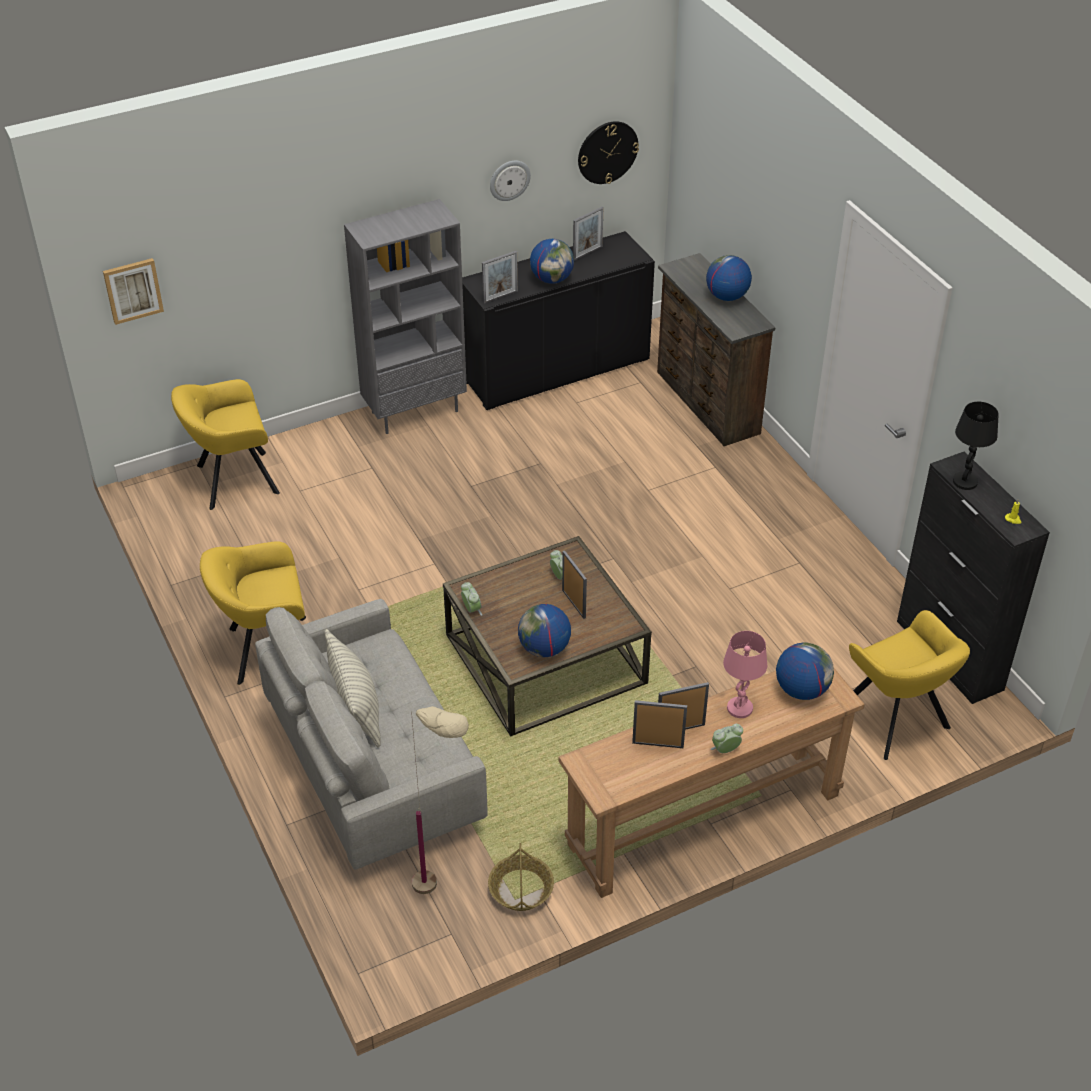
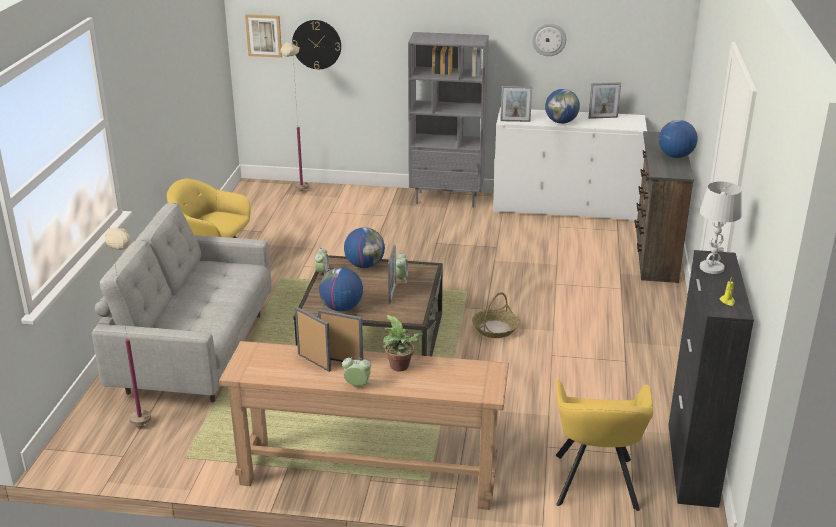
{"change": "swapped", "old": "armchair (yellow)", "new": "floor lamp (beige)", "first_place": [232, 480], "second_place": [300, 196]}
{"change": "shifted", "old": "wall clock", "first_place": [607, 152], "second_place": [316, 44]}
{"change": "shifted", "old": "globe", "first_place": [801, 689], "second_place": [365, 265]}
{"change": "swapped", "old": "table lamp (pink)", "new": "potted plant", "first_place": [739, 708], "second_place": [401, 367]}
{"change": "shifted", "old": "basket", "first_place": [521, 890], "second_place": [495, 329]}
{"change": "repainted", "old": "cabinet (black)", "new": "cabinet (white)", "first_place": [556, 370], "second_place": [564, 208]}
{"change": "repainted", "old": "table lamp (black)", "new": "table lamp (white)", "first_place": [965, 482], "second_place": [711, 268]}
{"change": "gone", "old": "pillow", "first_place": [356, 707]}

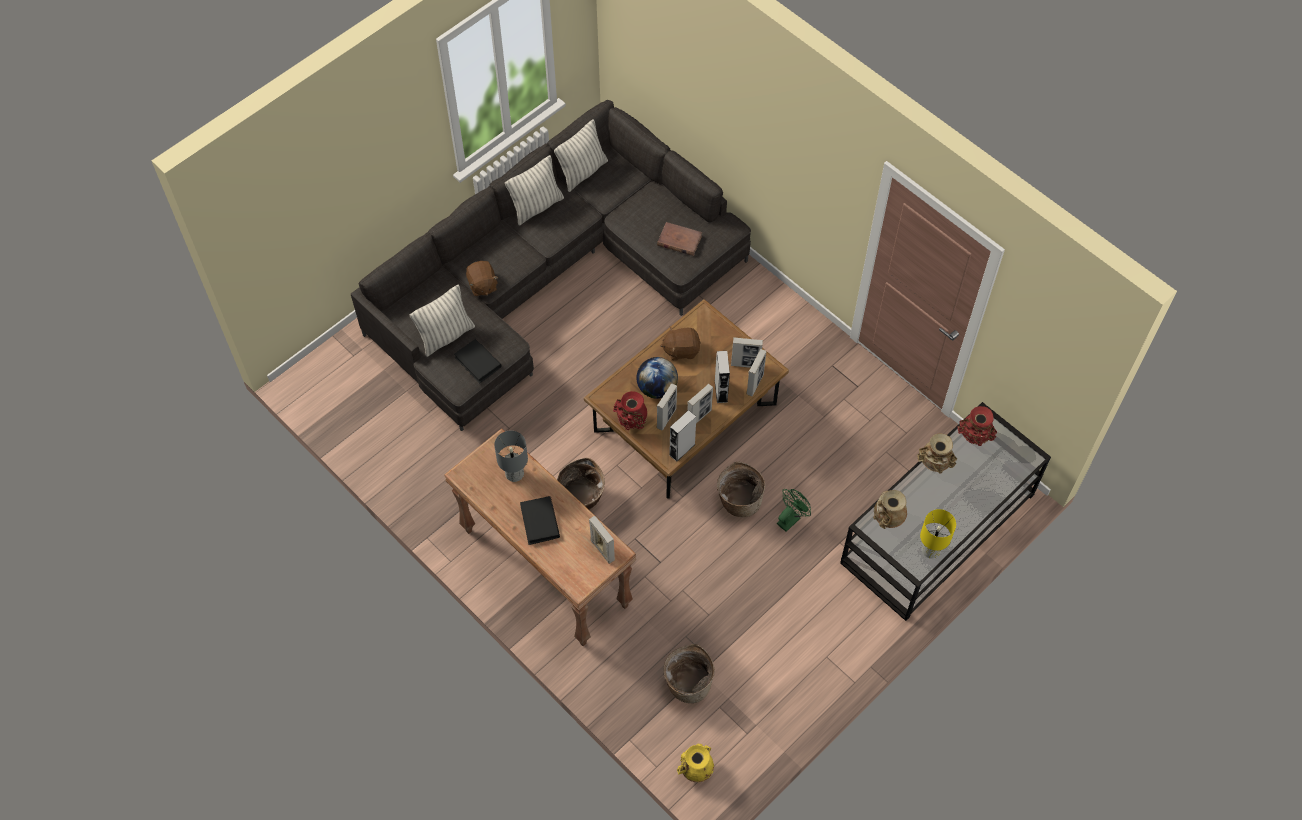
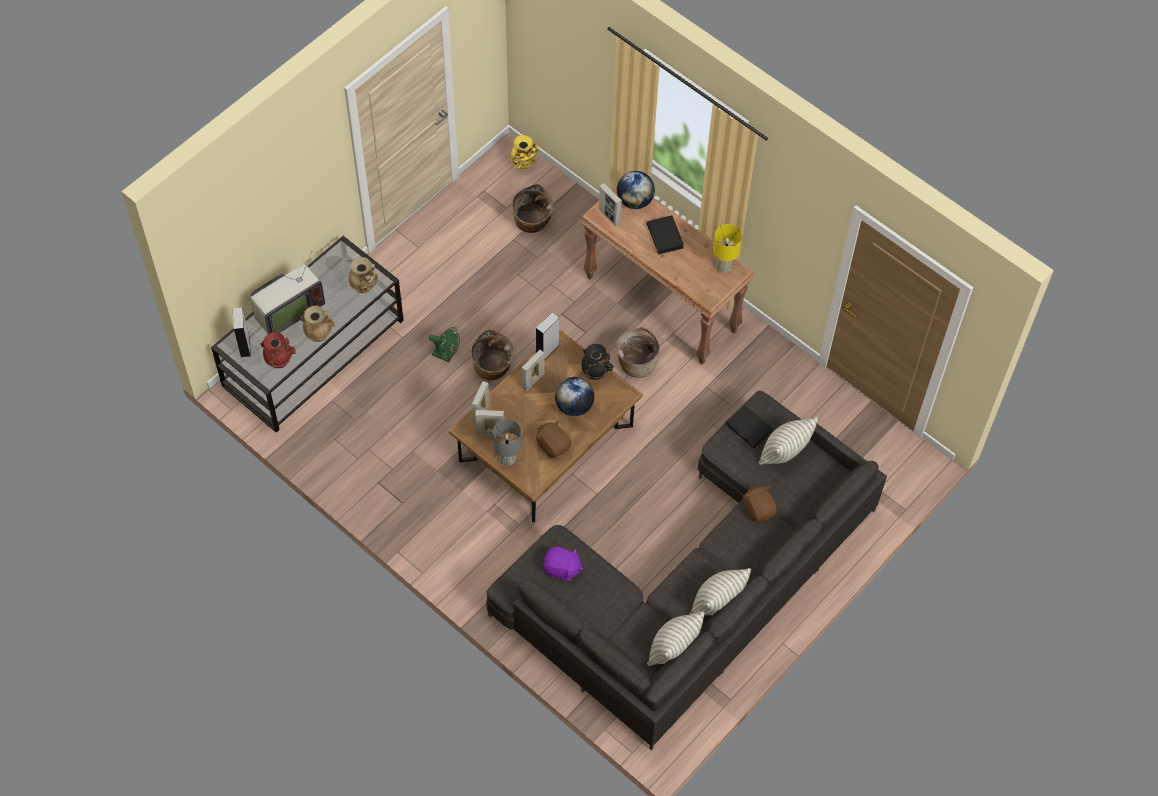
{"change": "shifted", "old": "speaker (grey)", "first_place": [721, 391], "second_place": [245, 346]}
{"change": "new", "new": "television", "second_place": [287, 312]}
{"change": "rotated", "old": "fan (green)", "first_place": [790, 518], "second_place": [446, 355], "degrees": -105}
{"change": "shifted", "old": "table lamp (grey)", "first_place": [514, 473], "second_place": [507, 459]}
{"change": "rotated", "old": "plush toy (brown)", "first_place": [681, 350], "second_place": [553, 445], "degrees": -120}
{"change": "swapped", "old": "book (brown)", "new": "plush toy (purple)", "first_place": [679, 240], "second_place": [562, 569]}
{"change": "repainted", "old": "vase (red)", "new": "vase (black)", "first_place": [631, 423], "second_place": [595, 372]}
{"change": "new", "new": "globe", "second_place": [634, 201]}
{"change": "shifted", "old": "table lamp (yellow)", "first_place": [931, 550], "second_place": [723, 266]}
{"change": "gone", "old": "picture frame", "first_place": [666, 418]}

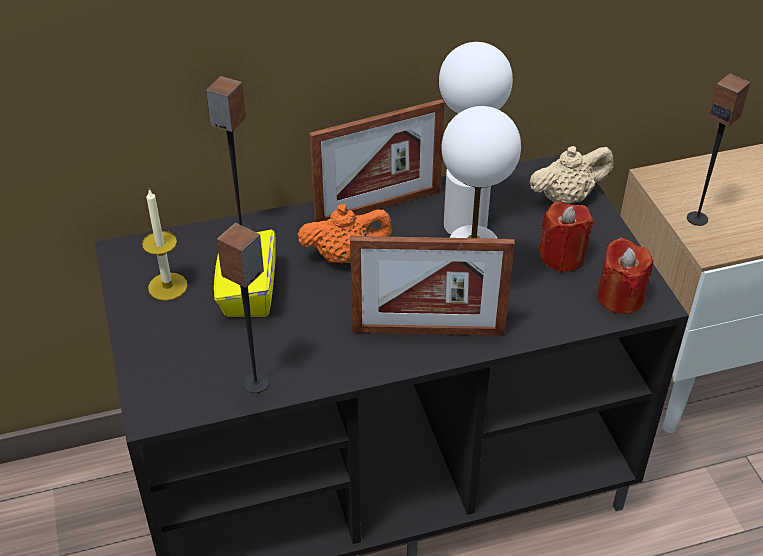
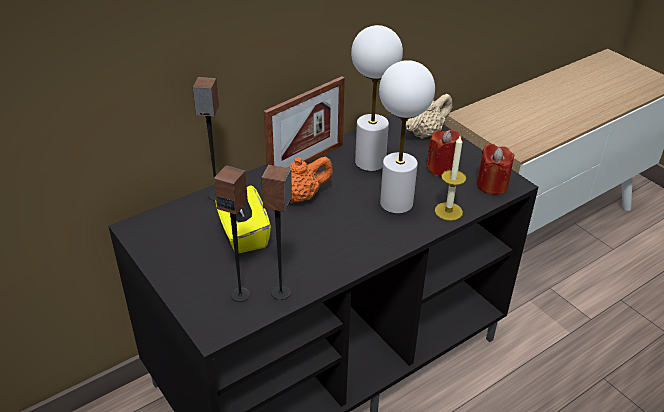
{"change": "shifted", "old": "speaker", "first_place": [697, 218], "second_place": [240, 294]}
{"change": "shifted", "old": "candle", "first_place": [167, 286], "second_place": [448, 211]}
{"change": "gone", "old": "picture frame", "first_place": [428, 331]}

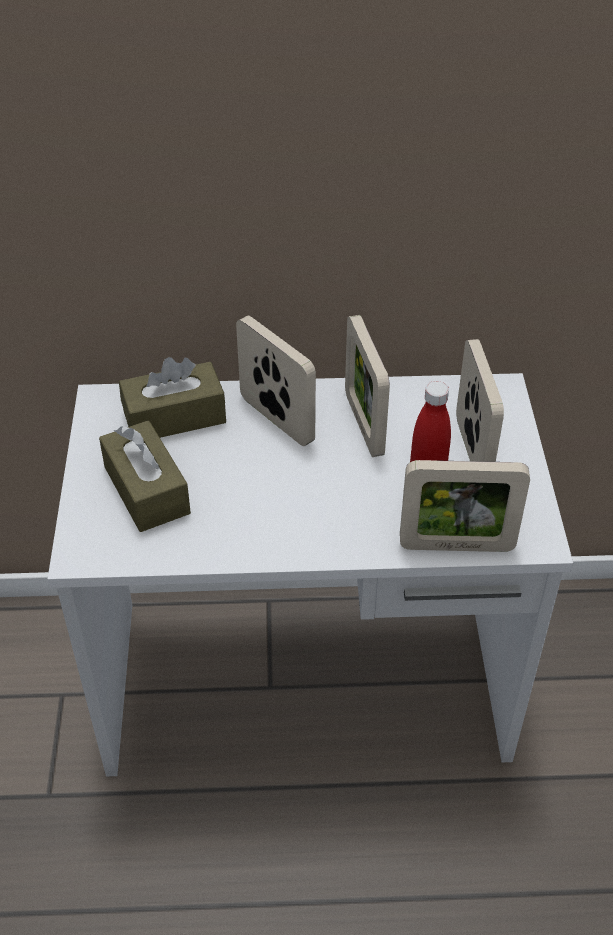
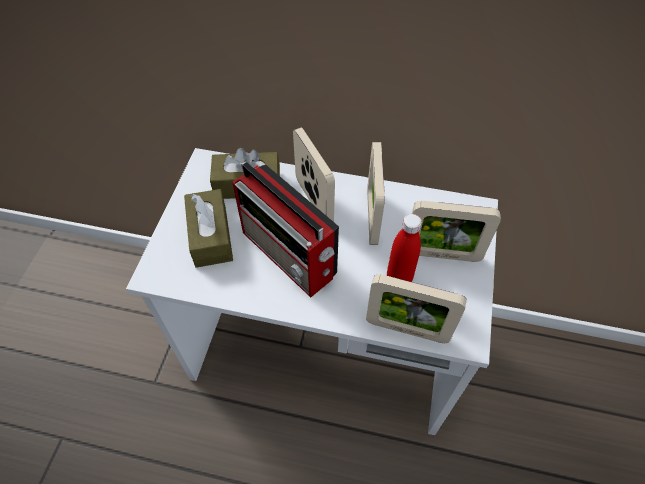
{"change": "new", "new": "radio", "second_place": [290, 256]}
{"change": "rotated", "old": "picture frame", "first_place": [472, 451], "second_place": [442, 255], "degrees": 90}

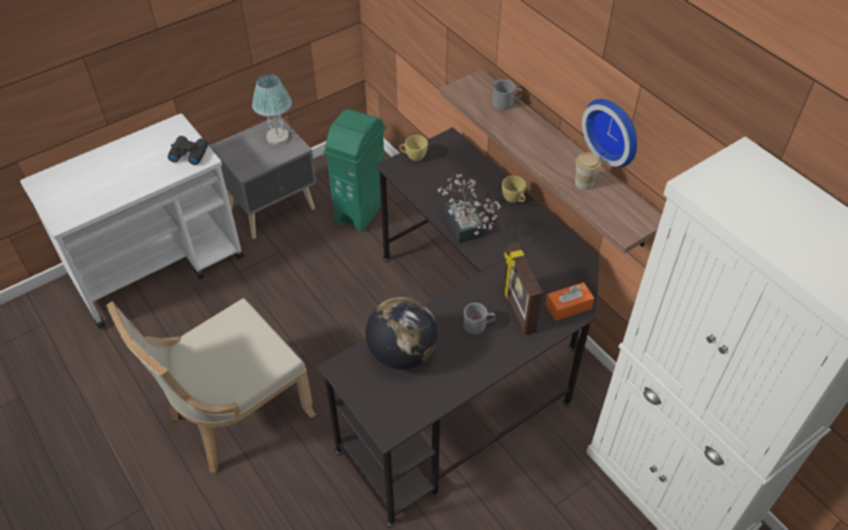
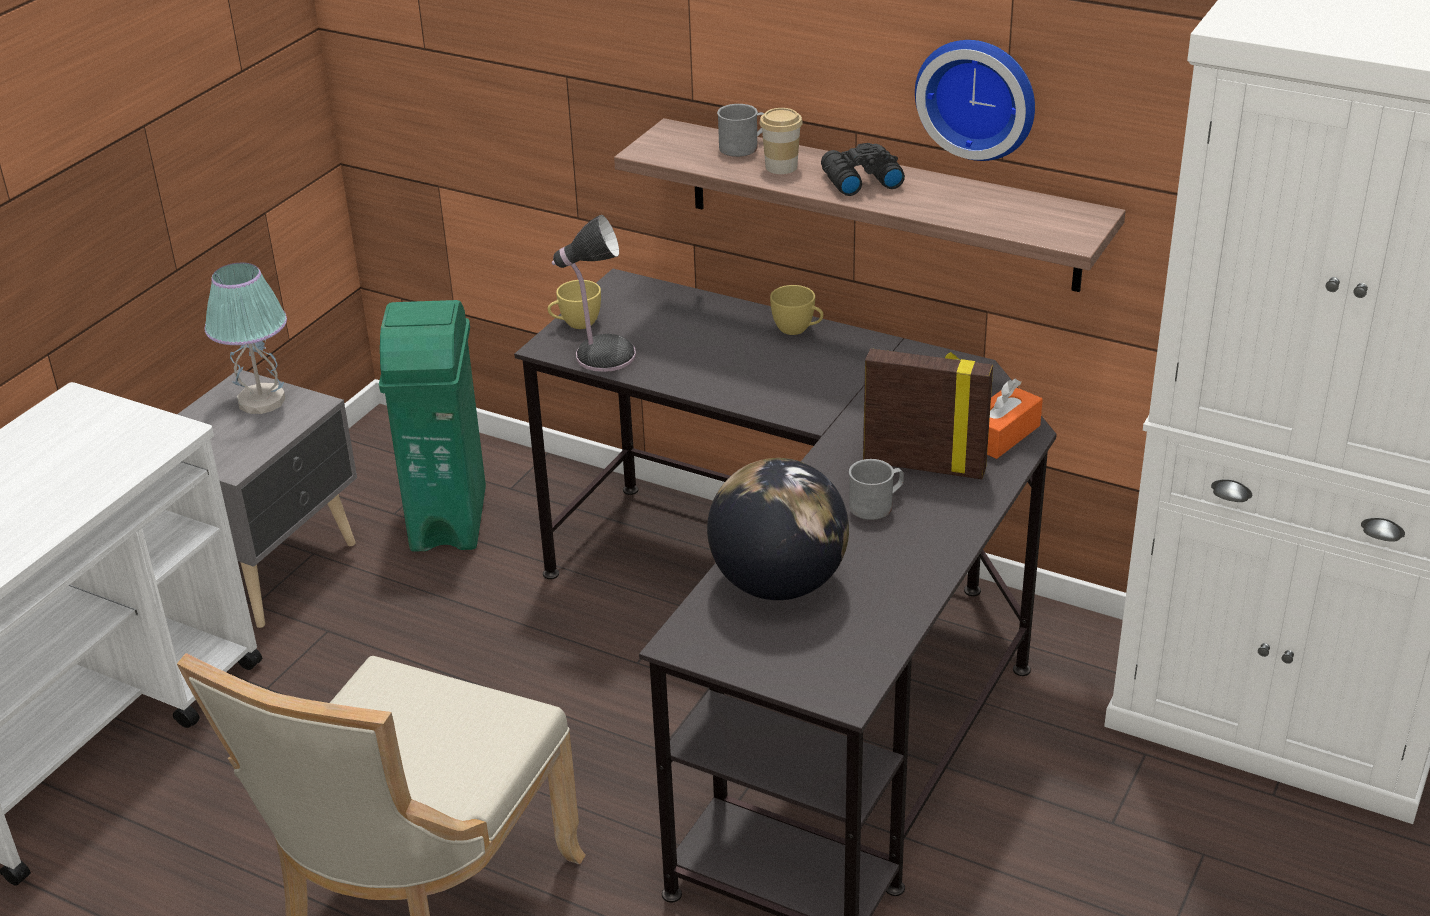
{"change": "new", "new": "table lamp", "second_place": [601, 355]}
{"change": "shifted", "old": "cup", "first_place": [584, 183], "second_place": [781, 167]}
{"change": "shifted", "old": "binoculars (black)", "first_place": [189, 154], "second_place": [859, 180]}
{"change": "rotated", "old": "picture frame", "first_place": [517, 310], "second_place": [924, 465], "degrees": 150}
{"change": "gone", "old": "potted plant", "first_place": [466, 229]}

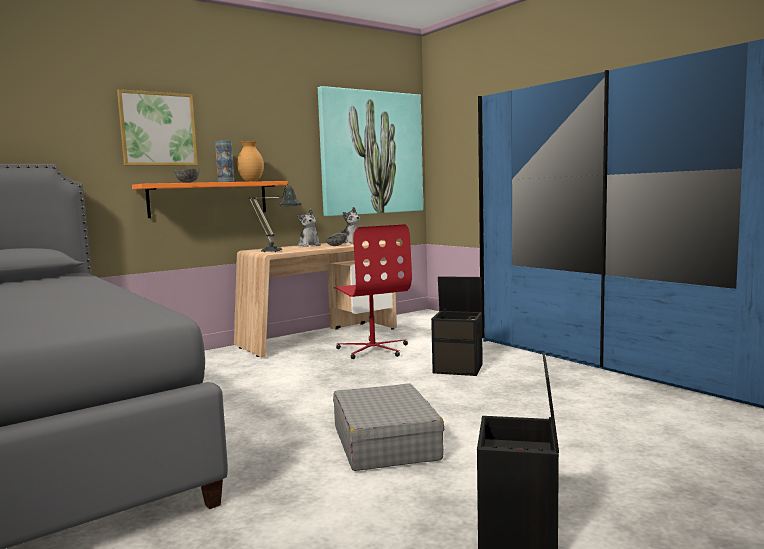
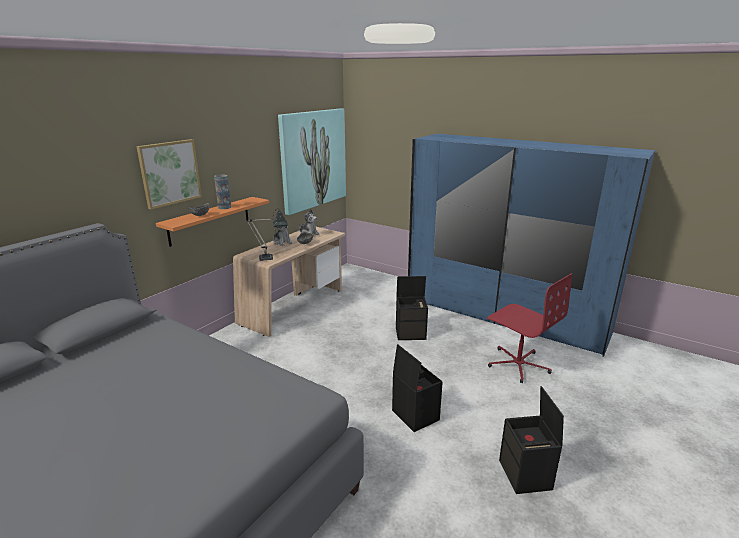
{"change": "swapped", "old": "suitcase (grey)", "new": "storage box (black)", "first_place": [385, 443], "second_place": [414, 415]}
{"change": "shifted", "old": "office chair (red)", "first_place": [373, 349], "second_place": [518, 364]}
{"change": "gone", "old": "vase (brown)", "first_place": [251, 181]}

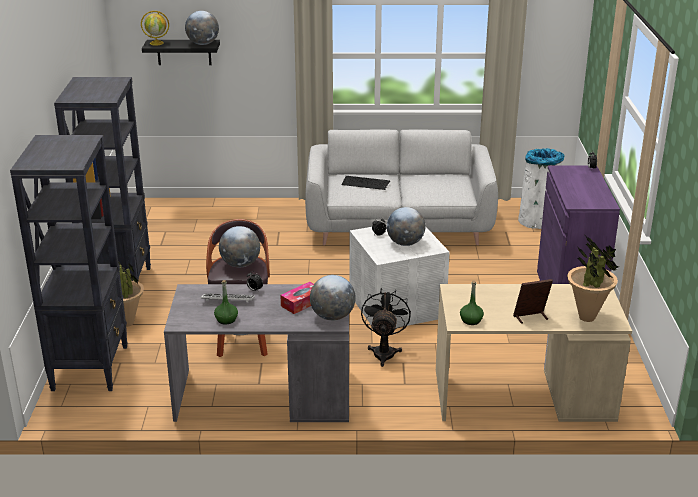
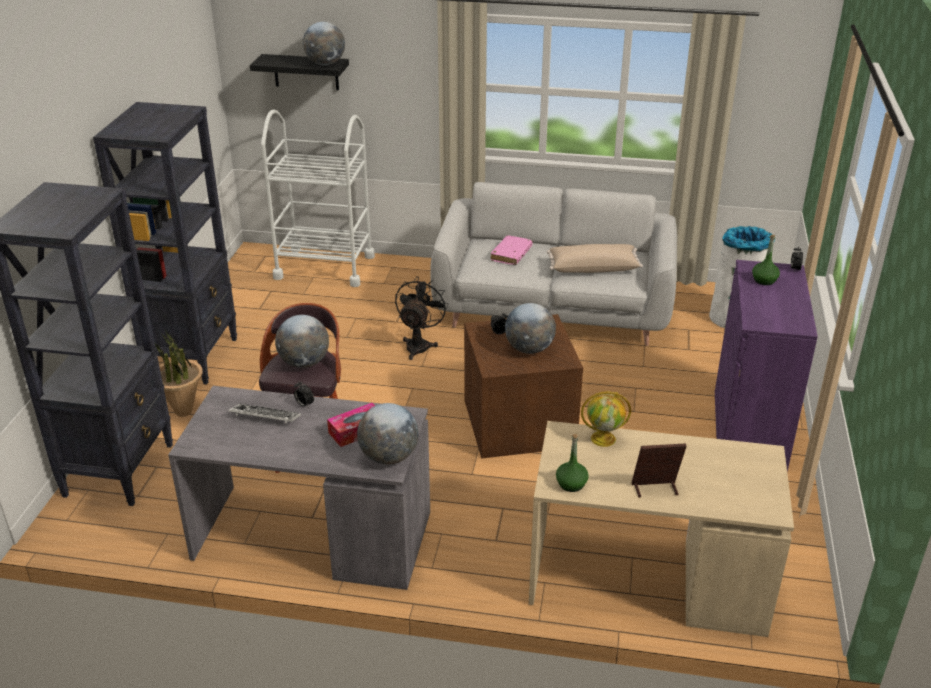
{"change": "new", "new": "cart (white)", "second_place": [324, 267]}
{"change": "shifted", "old": "fan (black)", "first_place": [384, 351], "second_place": [419, 345]}
{"change": "repainted", "old": "storage box (white)", "new": "storage box (brown)", "first_place": [396, 306], "second_place": [517, 424]}
{"change": "swapped", "old": "keyboard", "new": "book (pink)", "first_place": [365, 183], "second_place": [511, 255]}
{"change": "new", "new": "pillow (beige)", "second_place": [593, 268]}
{"change": "shifted", "old": "globe", "first_place": [157, 43], "second_place": [604, 438]}
{"change": "shifted", "old": "bottle (green)", "first_place": [226, 320], "second_place": [764, 280]}
{"change": "gone", "old": "potted plant", "first_place": [587, 317]}

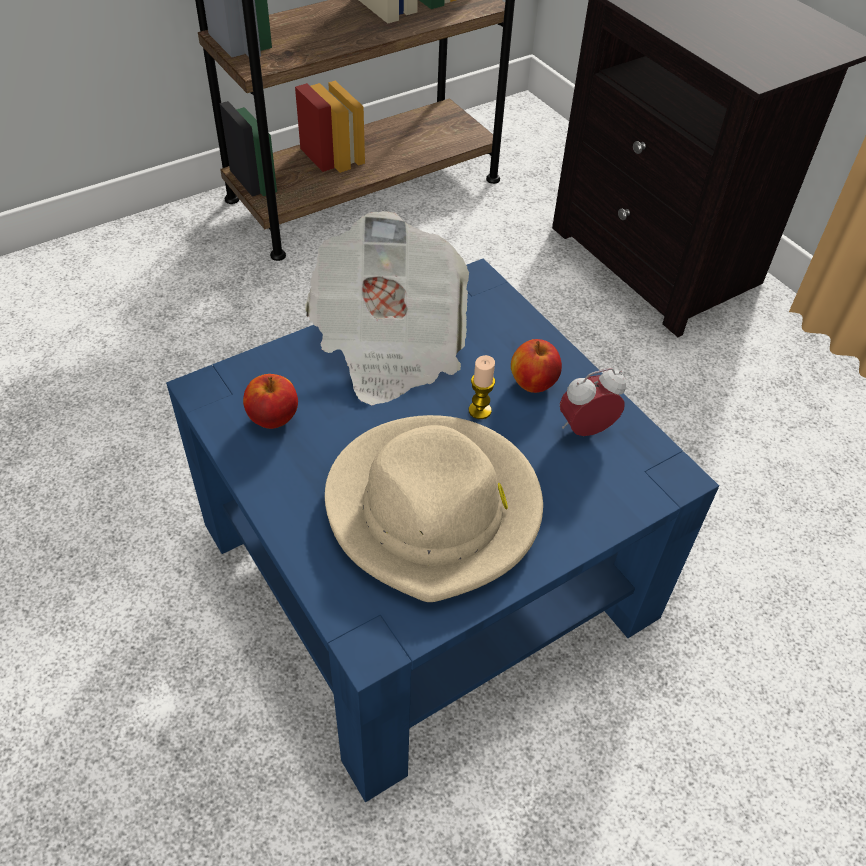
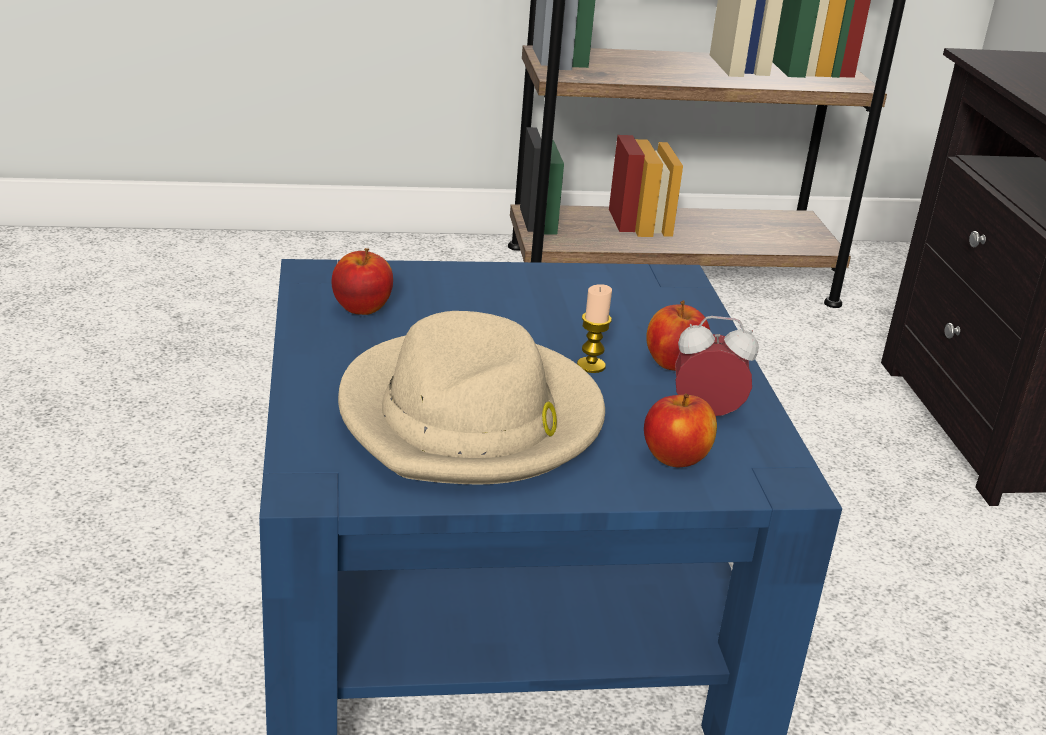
{"change": "new", "new": "apple", "second_place": [675, 458]}
{"change": "gone", "old": "newspaper", "first_place": [389, 343]}

